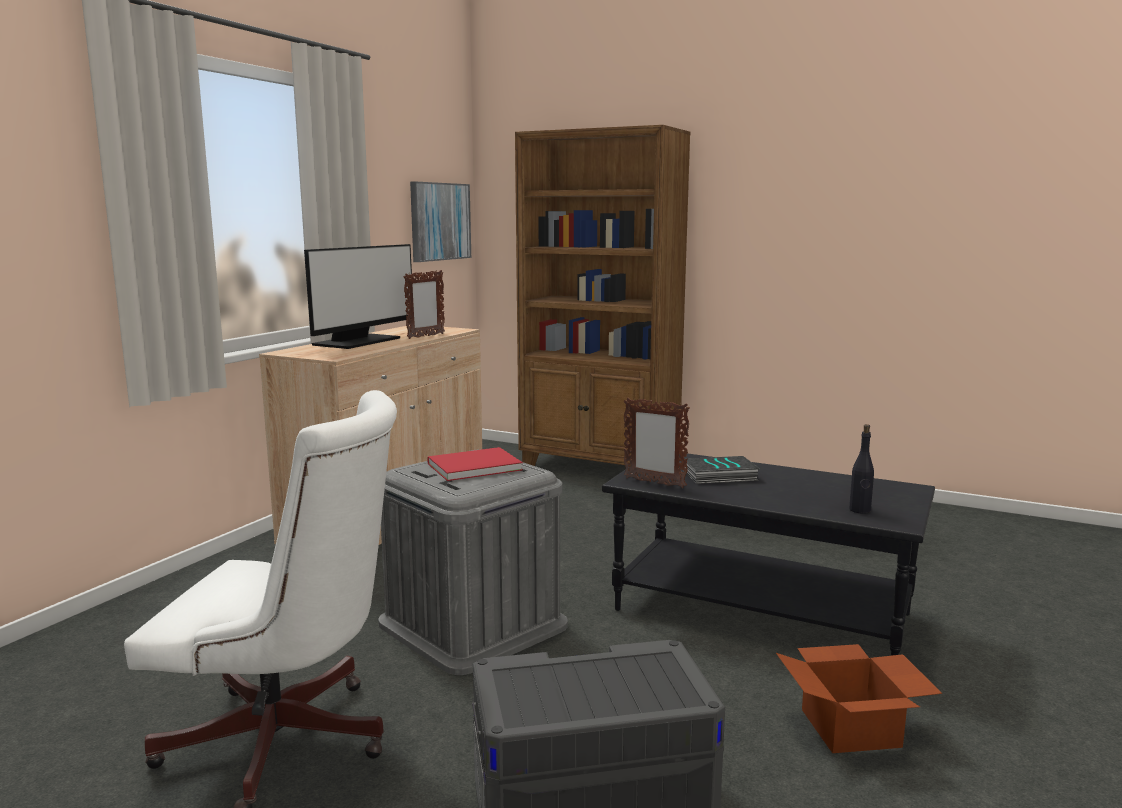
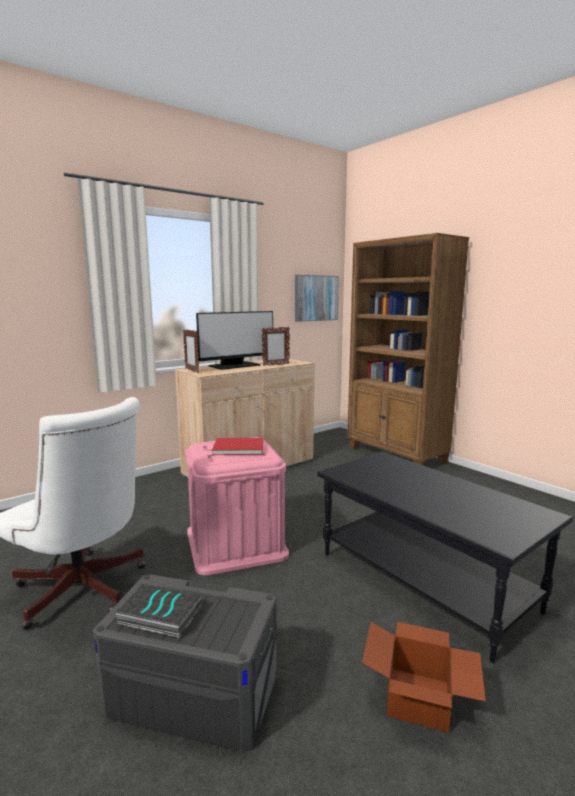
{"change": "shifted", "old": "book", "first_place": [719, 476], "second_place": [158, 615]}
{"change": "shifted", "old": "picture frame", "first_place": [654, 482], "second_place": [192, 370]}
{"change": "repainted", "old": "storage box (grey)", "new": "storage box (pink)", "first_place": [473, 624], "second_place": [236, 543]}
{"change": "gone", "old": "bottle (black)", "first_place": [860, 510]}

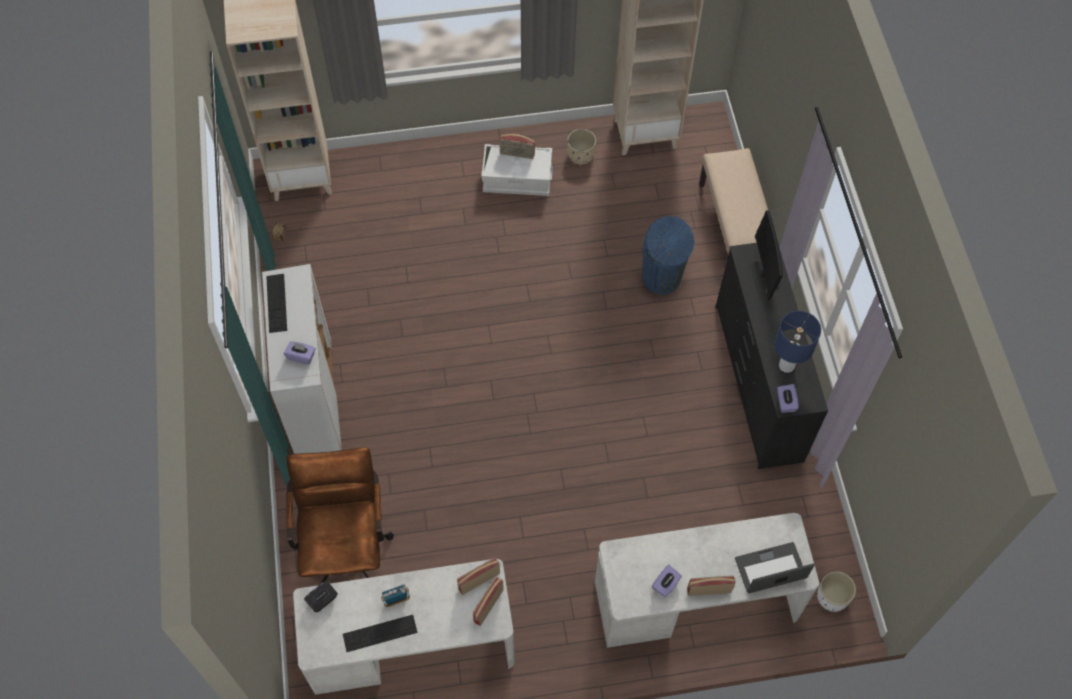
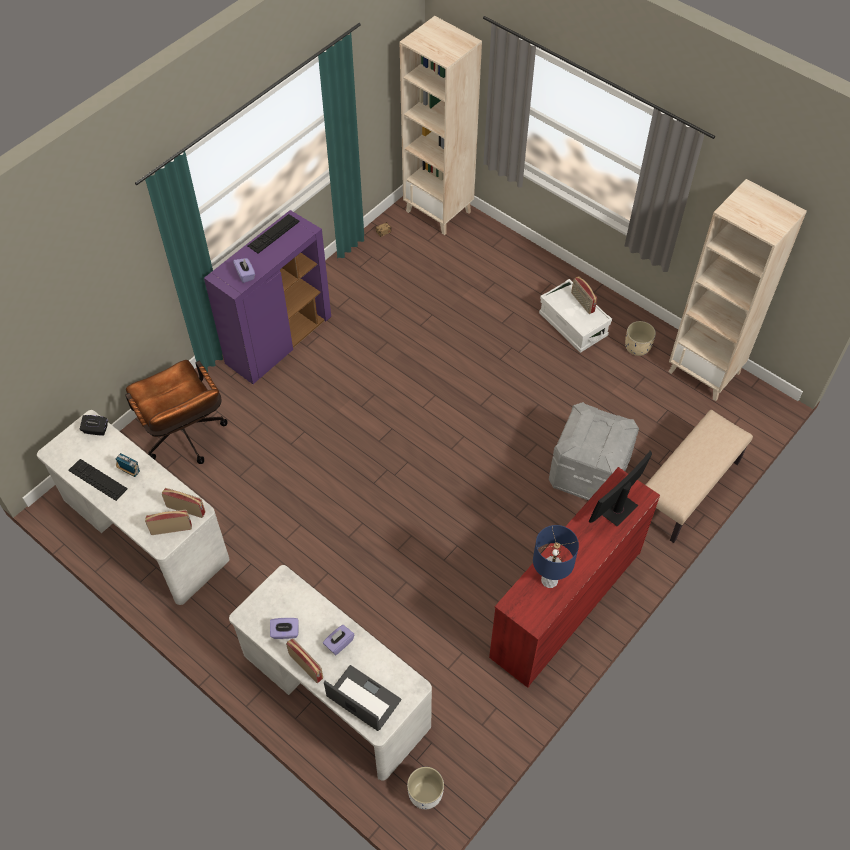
{"change": "rotated", "old": "office chair (brown)", "first_place": [346, 546], "second_place": [186, 439], "degrees": 105}
{"change": "repainted", "old": "cabinet (white)", "new": "cabinet (purple)", "first_place": [313, 399], "second_place": [279, 340]}
{"change": "shifted", "old": "tissue box (purple)", "first_place": [785, 403], "second_place": [339, 643]}
{"change": "repainted", "old": "dresser (black)", "new": "dresser (red)", "first_place": [757, 383], "second_place": [565, 603]}
{"change": "swapped", "old": "trash can (blue)", "new": "storage box (grey)", "first_place": [662, 279], "second_place": [588, 474]}

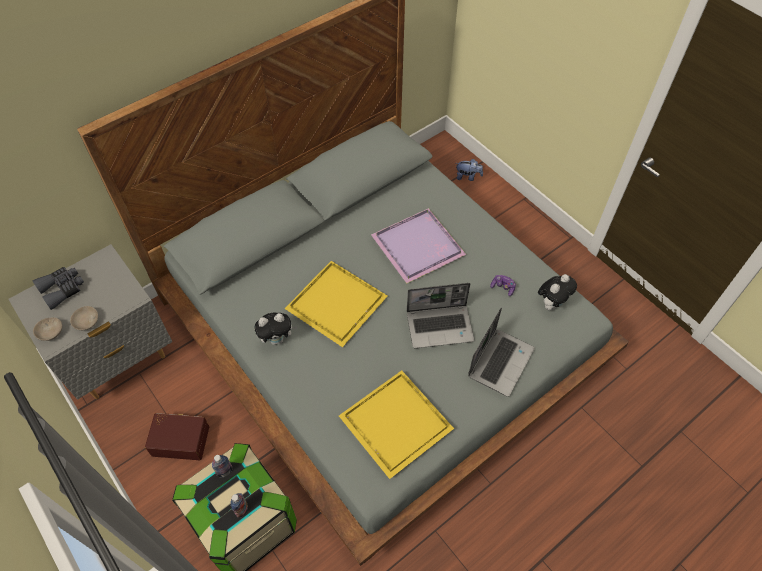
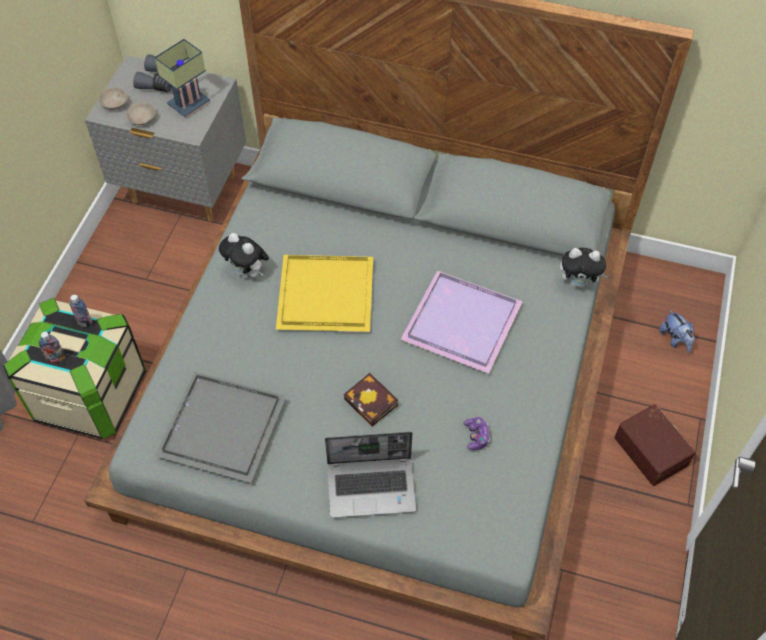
{"change": "new", "new": "table lamp", "second_place": [189, 106]}
{"change": "repainted", "old": "tray (yellow)", "new": "tray (grey)", "first_place": [393, 423], "second_place": [221, 425]}
{"change": "swapped", "old": "laptop", "new": "book", "first_place": [440, 326], "second_place": [373, 403]}
{"change": "shifted", "old": "plush toy", "first_place": [552, 303], "second_place": [579, 283]}
{"change": "shifted", "old": "storage box (brown)", "first_place": [181, 439], "second_place": [652, 450]}

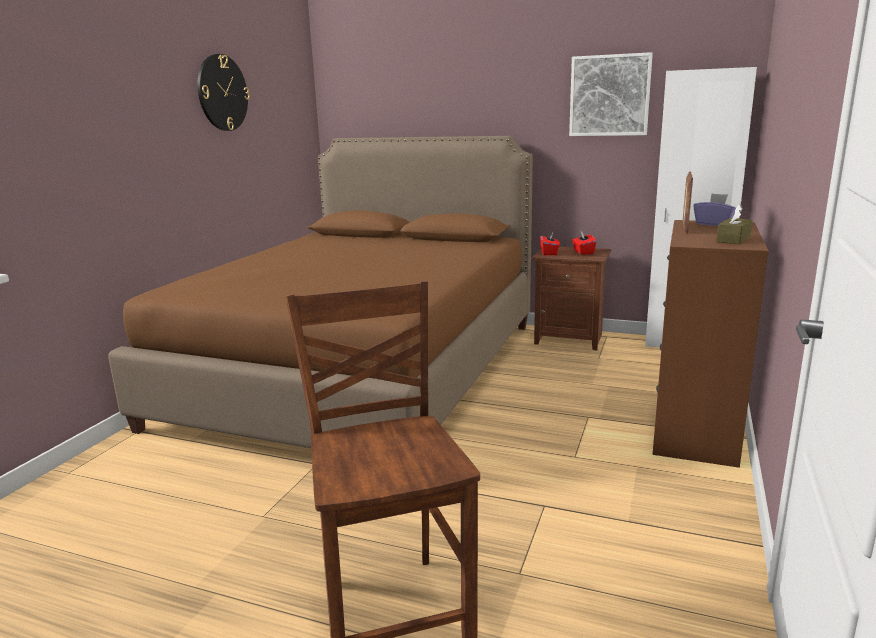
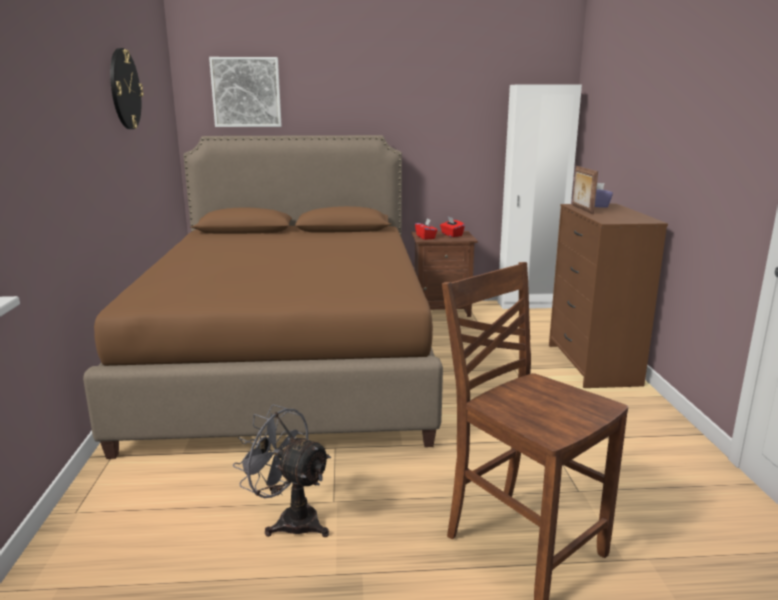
{"change": "shifted", "old": "picture", "first_place": [609, 95], "second_place": [246, 92]}
{"change": "new", "new": "fan (grey)", "second_place": [290, 520]}
{"change": "gone", "old": "tissue box (brown)", "first_place": [733, 239]}

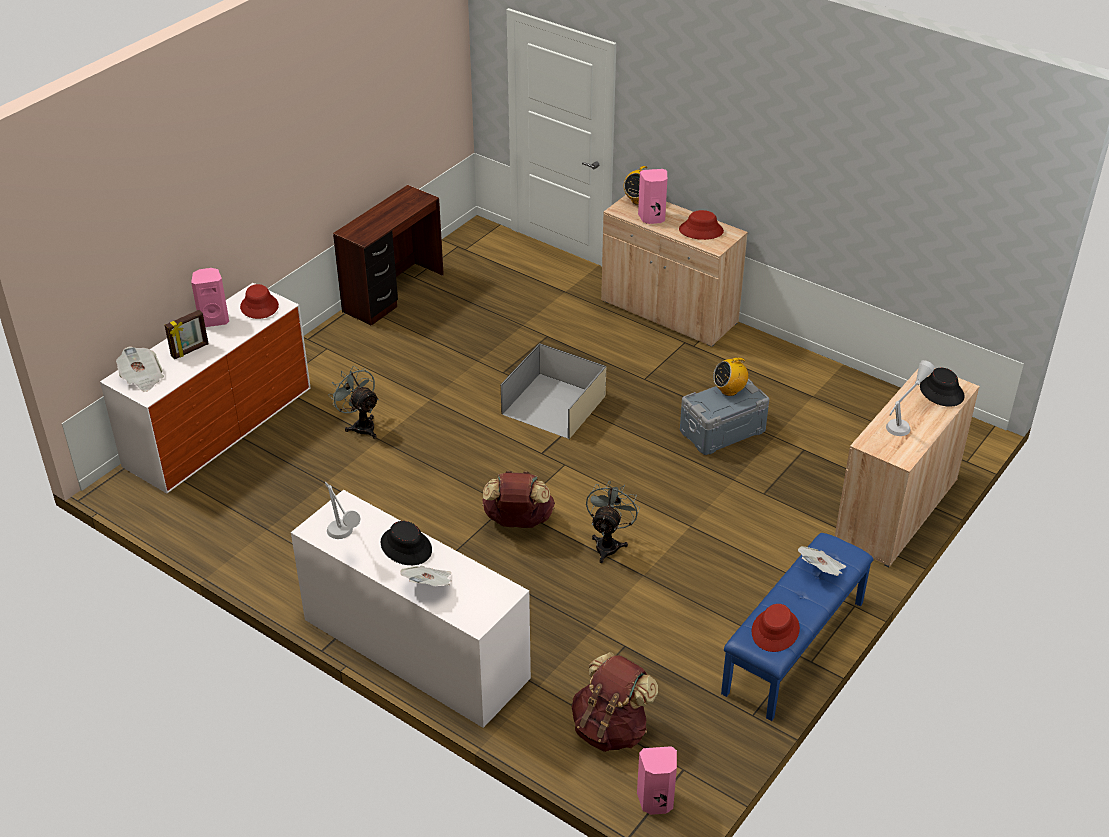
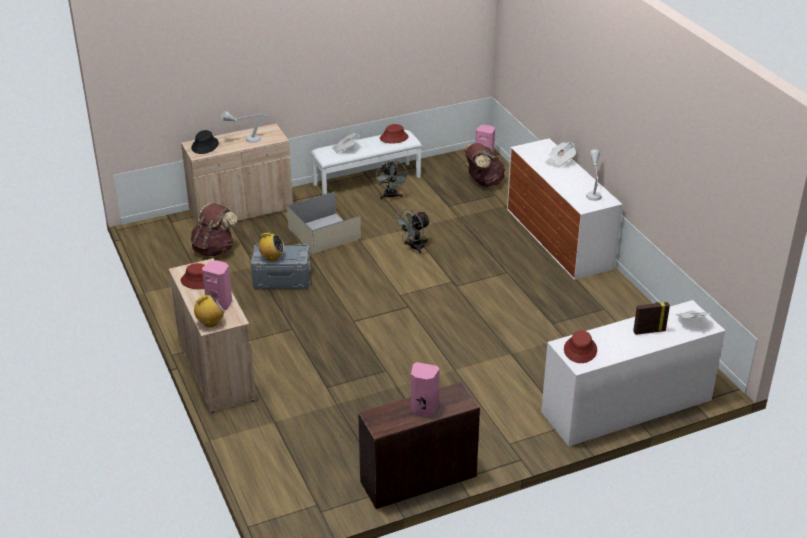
{"change": "shifted", "old": "backpack (brown)", "first_place": [518, 522], "second_place": [214, 249]}
{"change": "shifted", "old": "storage box (beige)", "first_place": [552, 404], "second_place": [324, 233]}
{"change": "repainted", "old": "bench (blue)", "new": "bench (white)", "first_place": [794, 648], "second_place": [367, 180]}
{"change": "shifted", "old": "fan (grey)", "first_place": [360, 425], "second_place": [391, 196]}
{"change": "shifted", "old": "speaker (pink)", "first_place": [214, 319], "second_place": [423, 408]}
{"change": "gone", "old": "hat (black)", "first_place": [406, 546]}

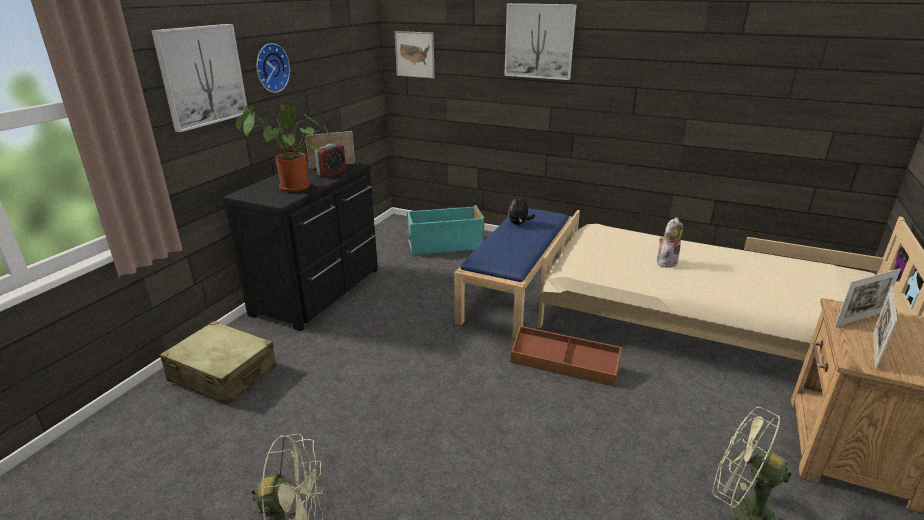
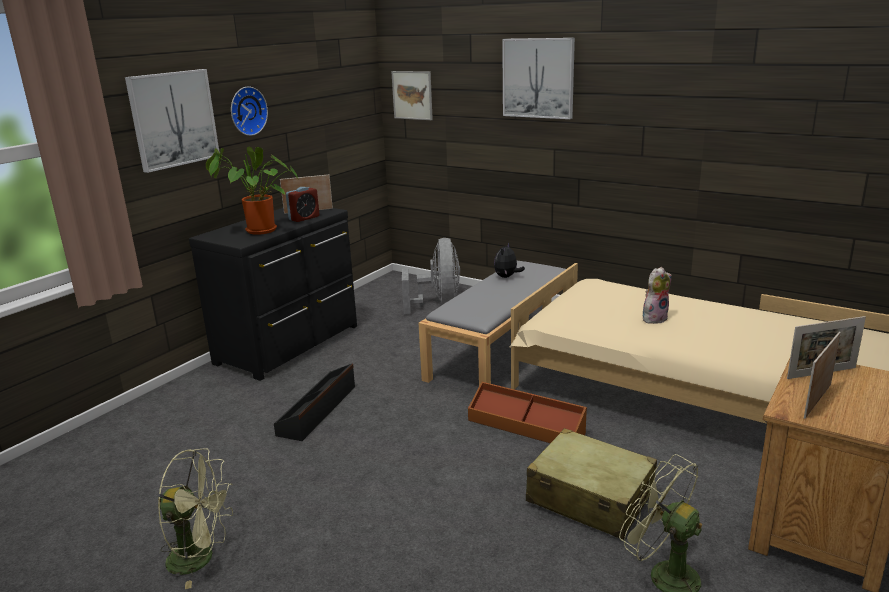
{"change": "new", "new": "storage box (black)", "second_place": [318, 410]}
{"change": "swapped", "old": "storage box (turquoise)", "new": "fan (grey)", "first_place": [444, 245], "second_place": [438, 303]}
{"change": "repainted", "old": "bench (blue)", "new": "bench (grey)", "first_place": [517, 289], "second_place": [503, 350]}
{"change": "shifted", "old": "suitcase (beige)", "first_place": [223, 374], "second_place": [589, 498]}

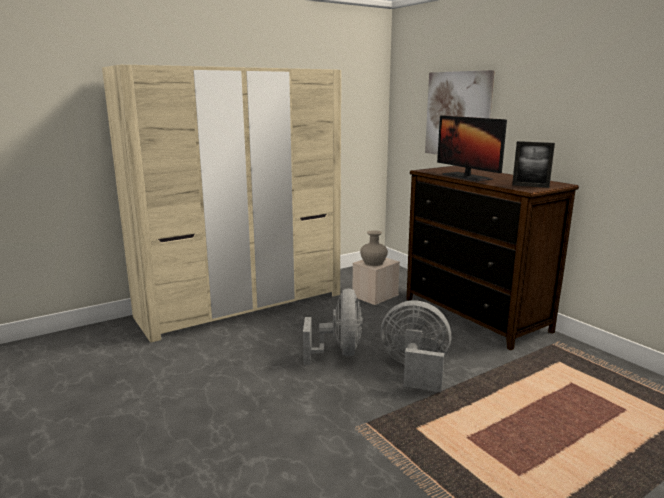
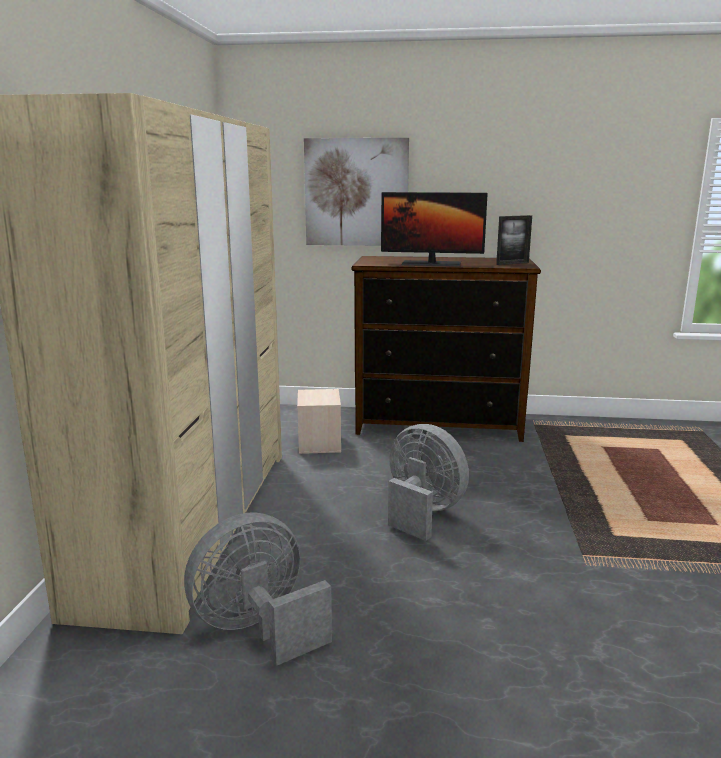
{"change": "shifted", "old": "fan (grey)", "first_place": [415, 370], "second_place": [258, 629]}
{"change": "gone", "old": "vase (beige)", "first_place": [373, 263]}

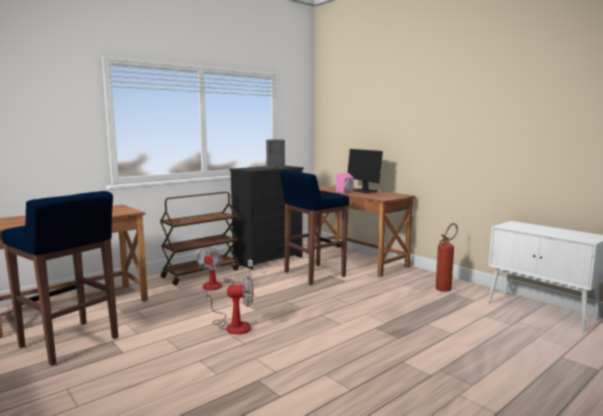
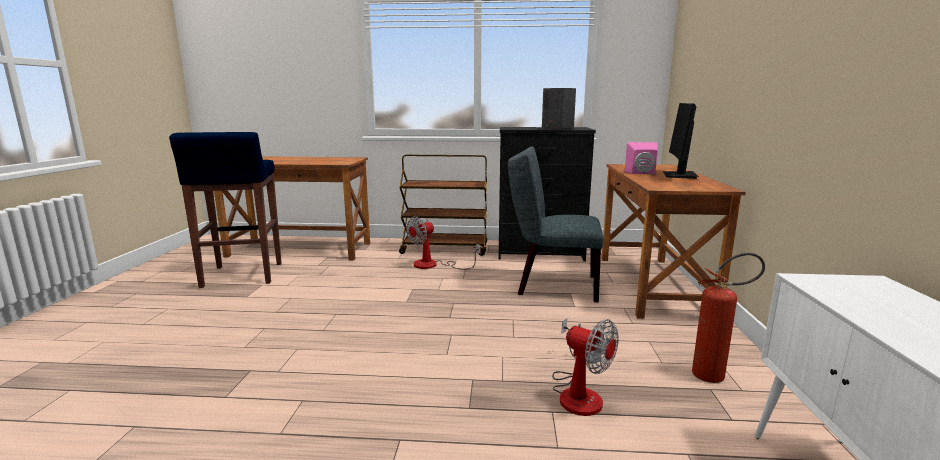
{"change": "swapped", "old": "stool (blue)", "new": "chair (grey)", "first_place": [313, 274], "second_place": [551, 285]}
{"change": "shifted", "old": "fan", "first_place": [233, 325], "second_place": [578, 392]}

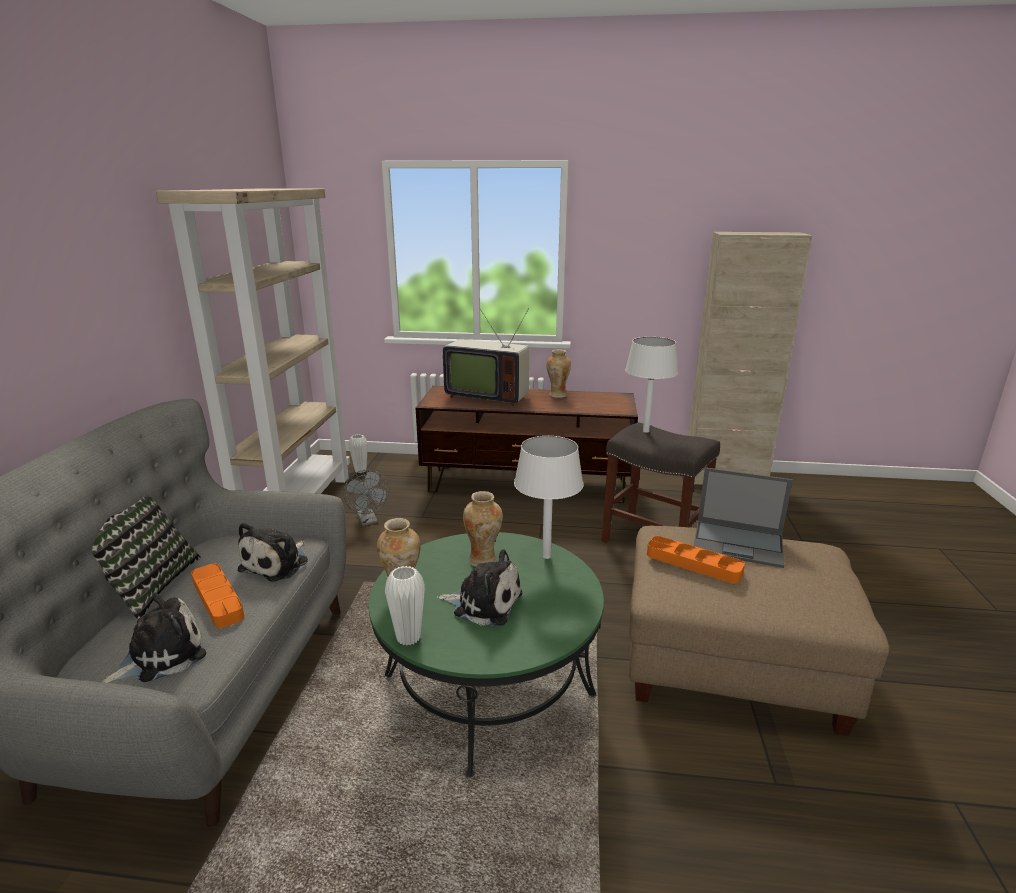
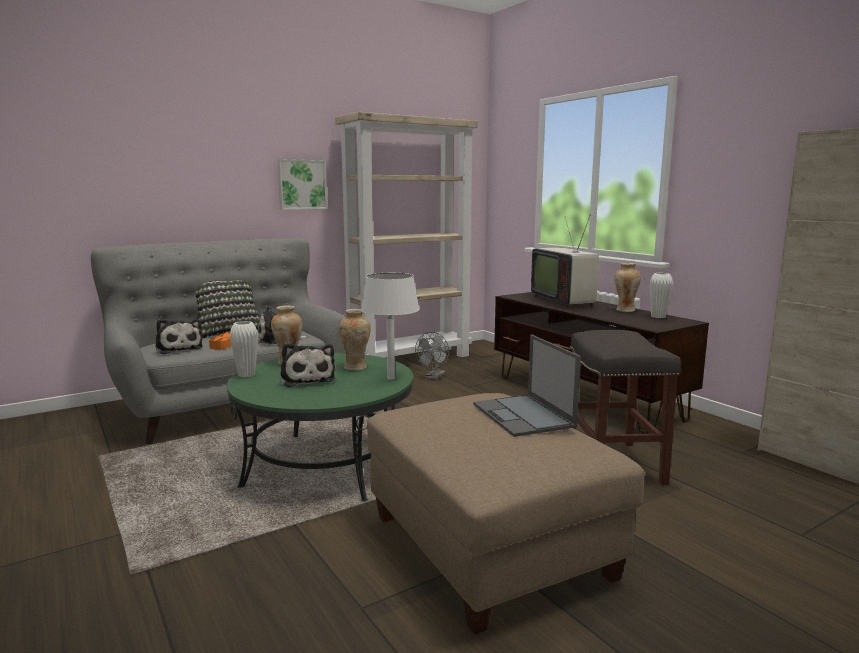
{"change": "rotated", "old": "plush toy", "first_place": [161, 655], "second_place": [178, 348], "degrees": 45}
{"change": "new", "new": "picture", "second_place": [301, 184]}
{"change": "shifted", "old": "vase (white)", "first_place": [360, 470], "second_place": [658, 316]}
{"change": "gone", "old": "table lamp (white)", "first_place": [646, 431]}
{"change": "gone", "old": "tray (orange)", "first_place": [693, 564]}

